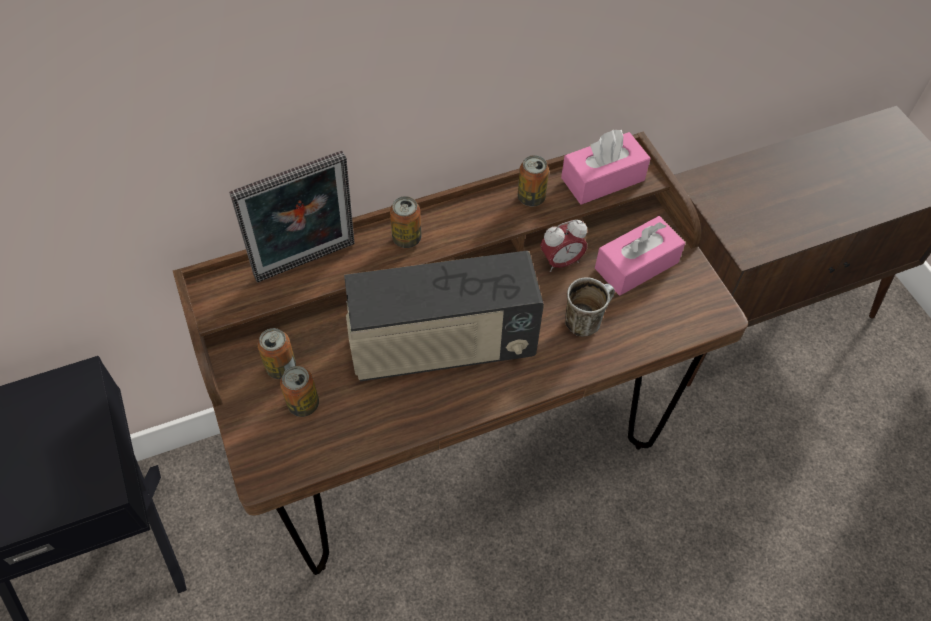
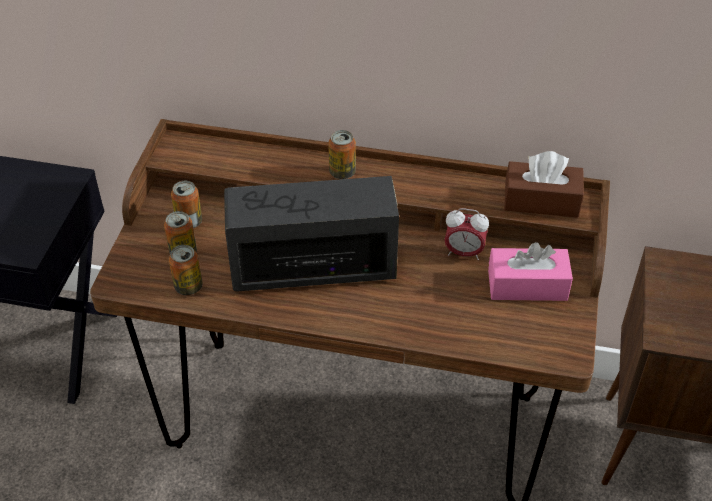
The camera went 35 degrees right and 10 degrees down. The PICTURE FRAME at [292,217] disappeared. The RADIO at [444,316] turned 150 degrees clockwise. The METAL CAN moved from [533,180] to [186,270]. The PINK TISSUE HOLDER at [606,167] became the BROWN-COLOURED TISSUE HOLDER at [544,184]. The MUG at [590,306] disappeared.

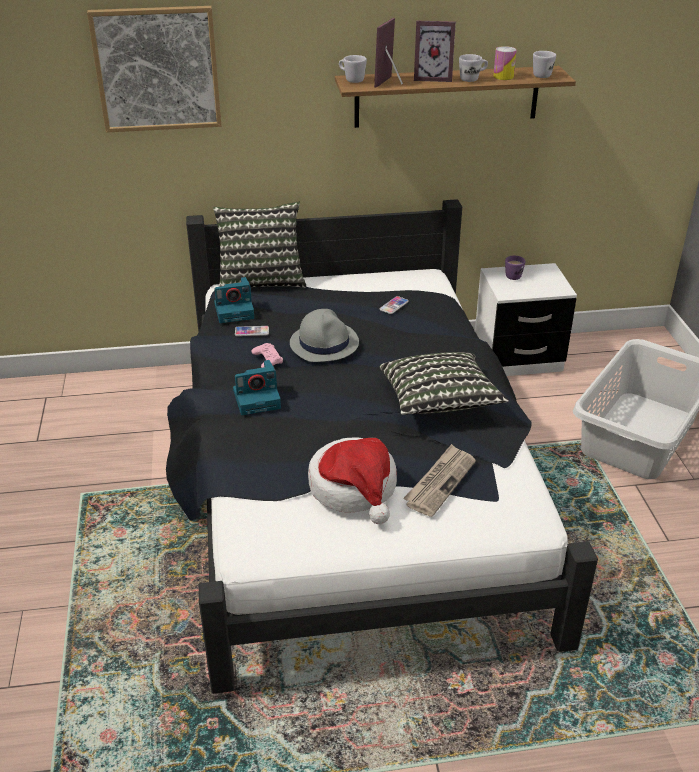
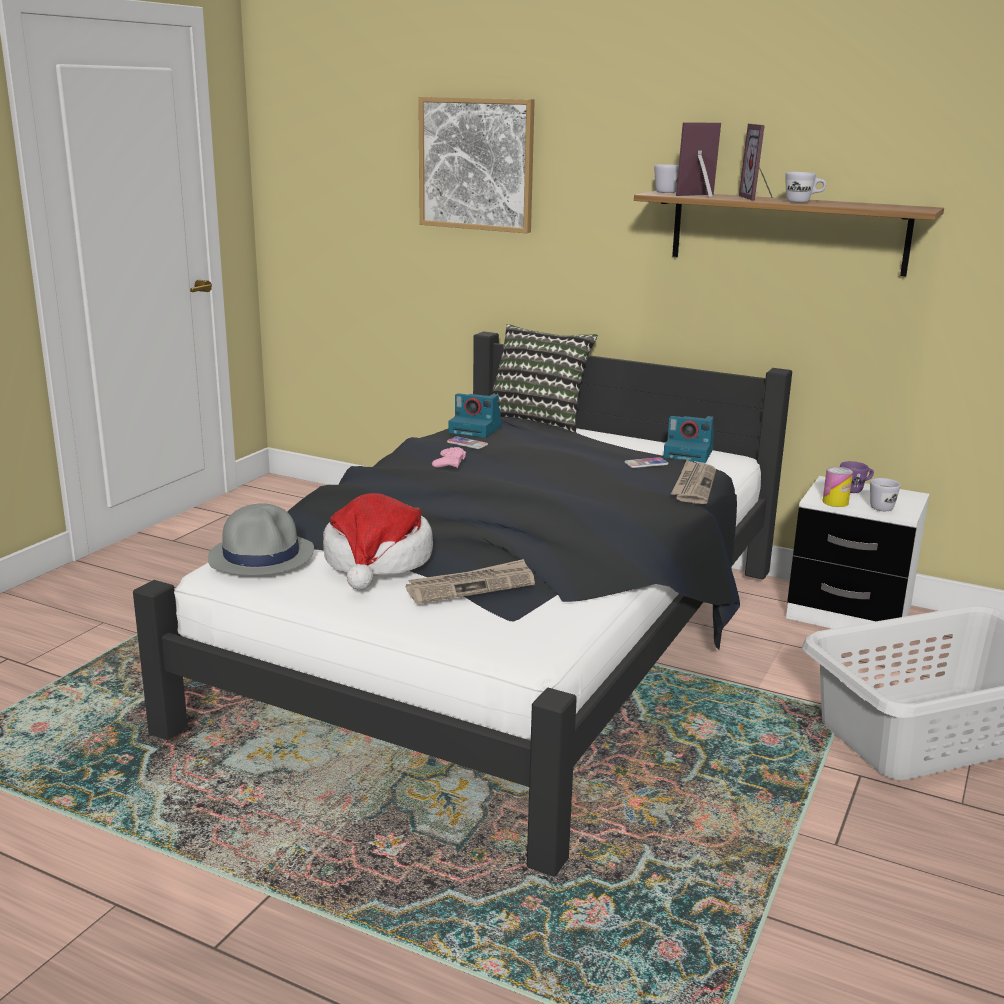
The camera went 35 degrees right and 15 degrees down. The STILL CAMERA moved from [257,387] to [688,439]. The GREY HAT moved from [324,335] to [261,539]. The PILLOW at [444,383] disappeared. The PICTURE FRAME at [435,51] turned 45 degrees clockwise. The METAL CAN moved from [504,63] to [838,487]. The WHITE-COLOURED MUG moved from [544,64] to [885,494]. The NEWSPAPER at [693,482] appeared.

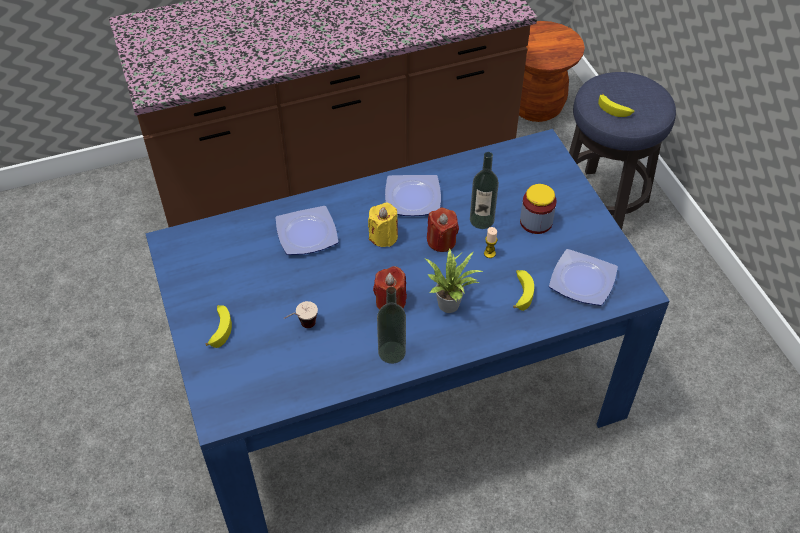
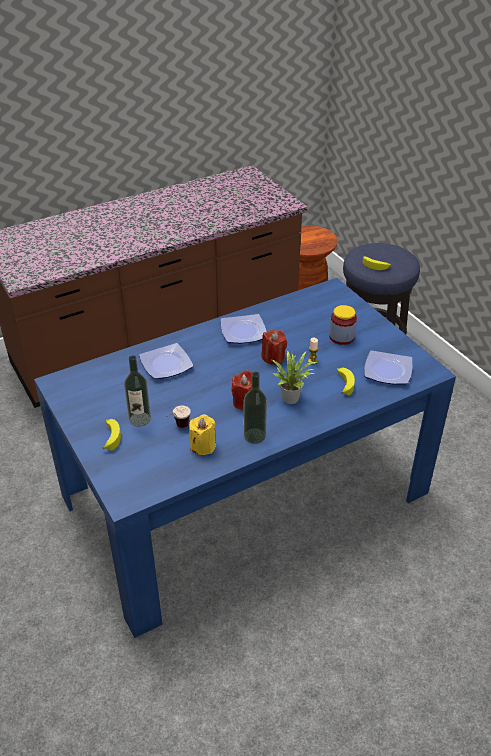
The camera went 10 degrees left and 10 degrees down. The YELLOW CANDLE moved from [383,224] to [202,434]. The BEVERAGE BOTTLE moved from [484,190] to [137,391].

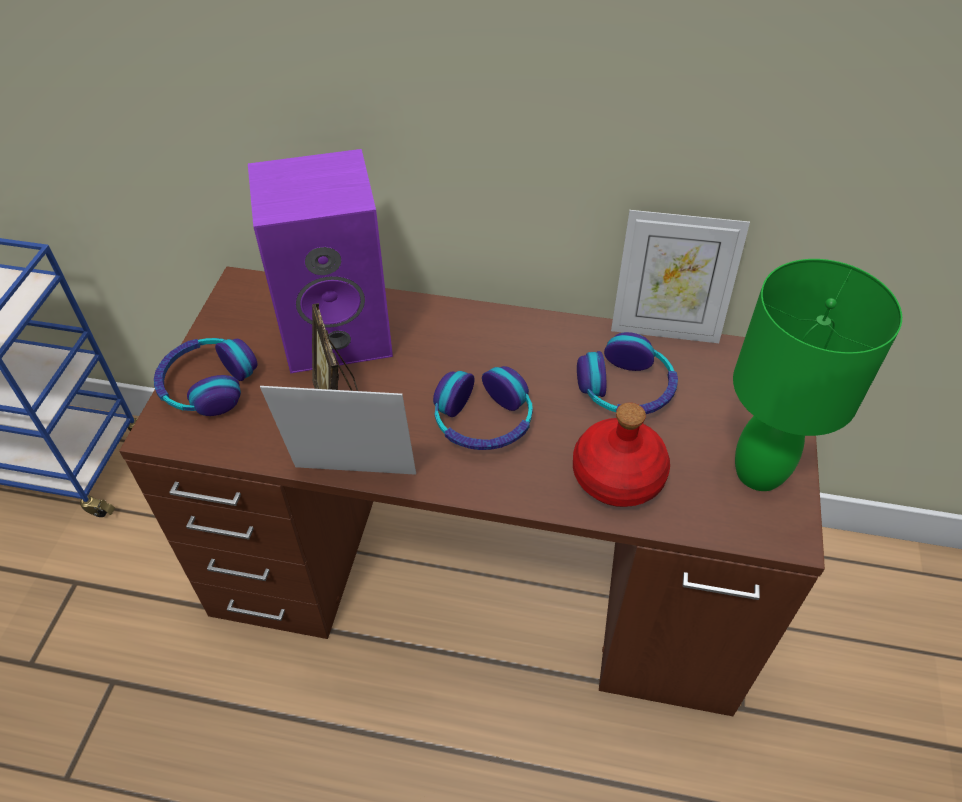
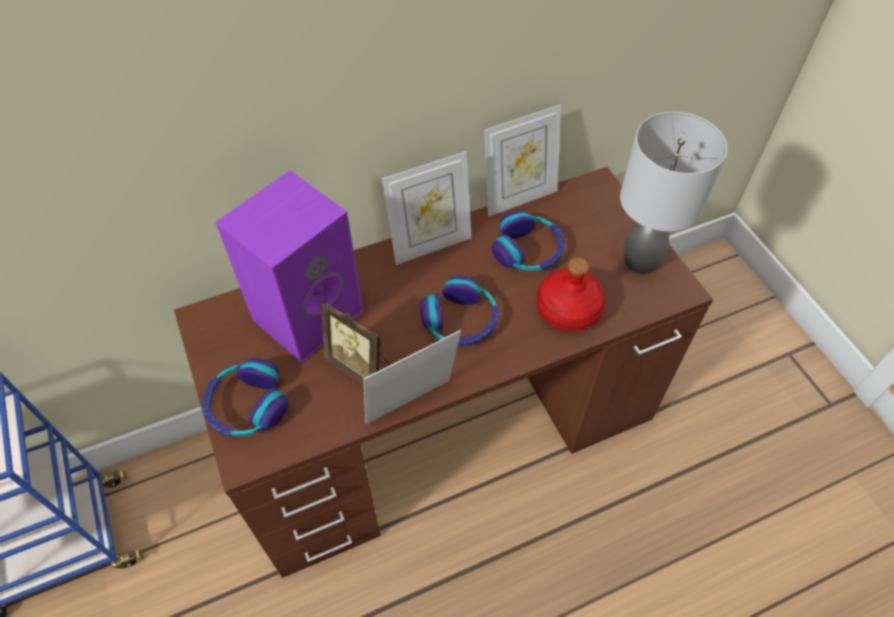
The camera went 35 degrees left and 5 degrees up. The GREEN-COLOURED TABLETOP LAMP at [817,375] became the GREY TABLETOP LAMP at [674,193]. The PICTURE FRAME at [427,208] appeared.

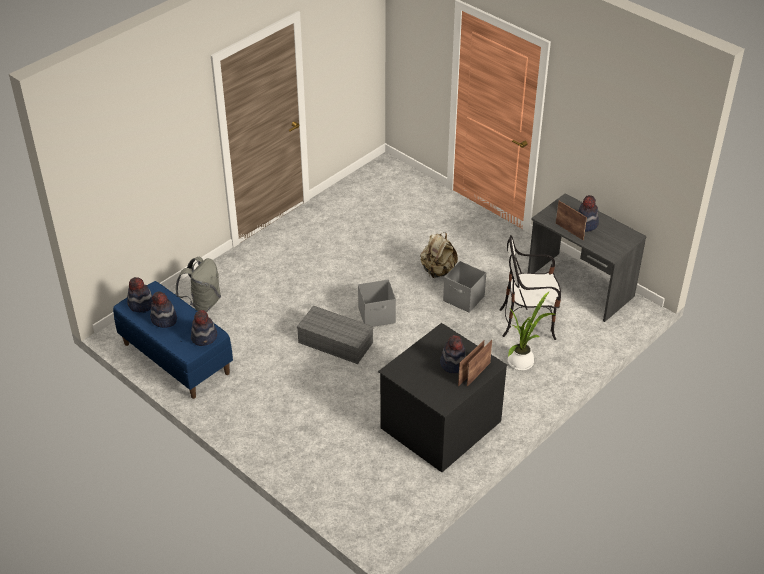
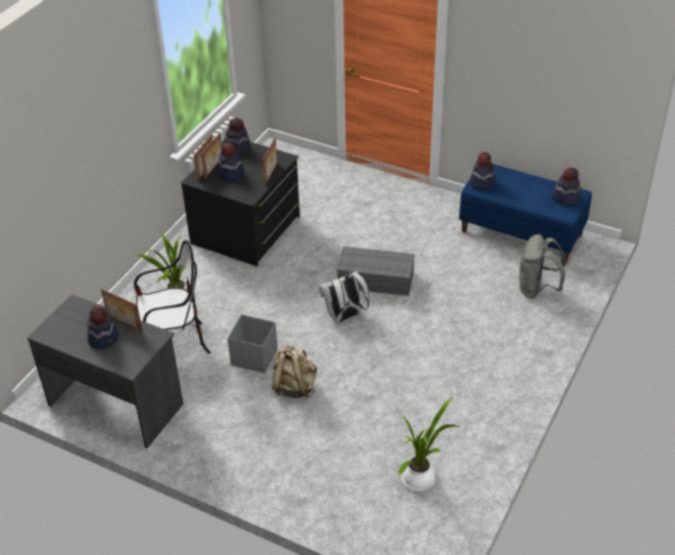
The camera went 165 degrees right and 0 degrees up. The HAT moved from [163,309] to [237,136]. The GREY STORAGE BOX at [377,303] was replaced by the WHITE-COLOURED BACKPACK at [344,297]. The PICTURE FRAME at [270,161] appeared. The HOUSEPLANT at [429,444] appeared.

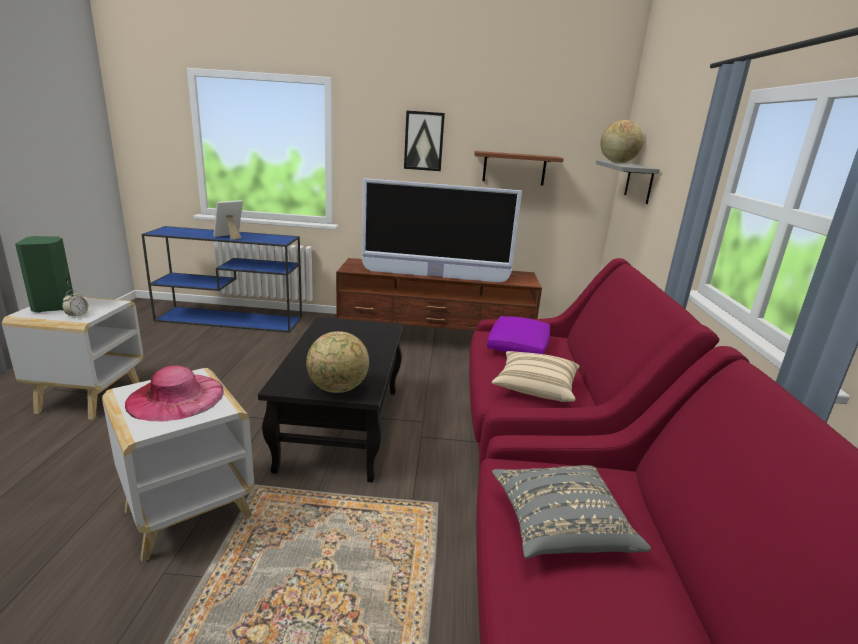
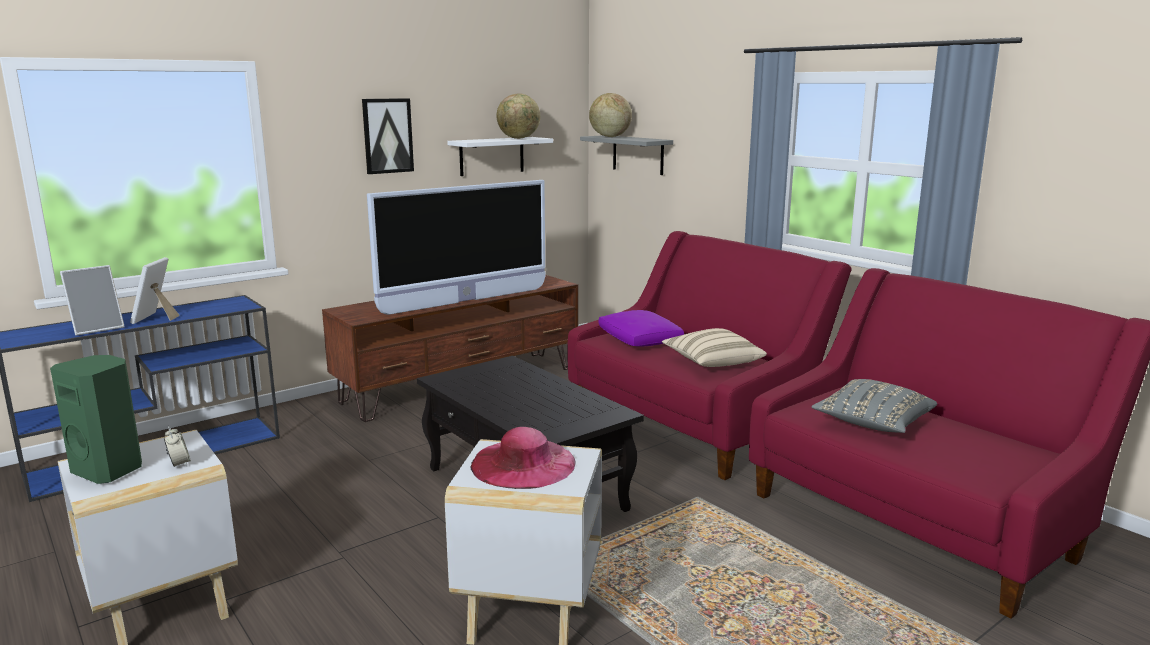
The camera went 40 degrees left and 5 degrees down. The DESK GLOBE moved from [337,362] to [518,116]. The BROWN-COLOURED SHELF at [519,168] became the WHITE-COLOURED SHELF at [500,156]. The PICTURE FRAME at [92,300] appeared.

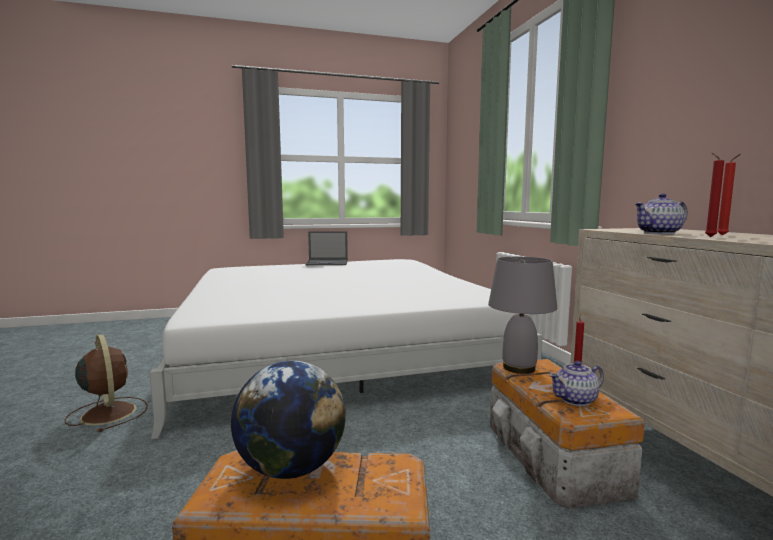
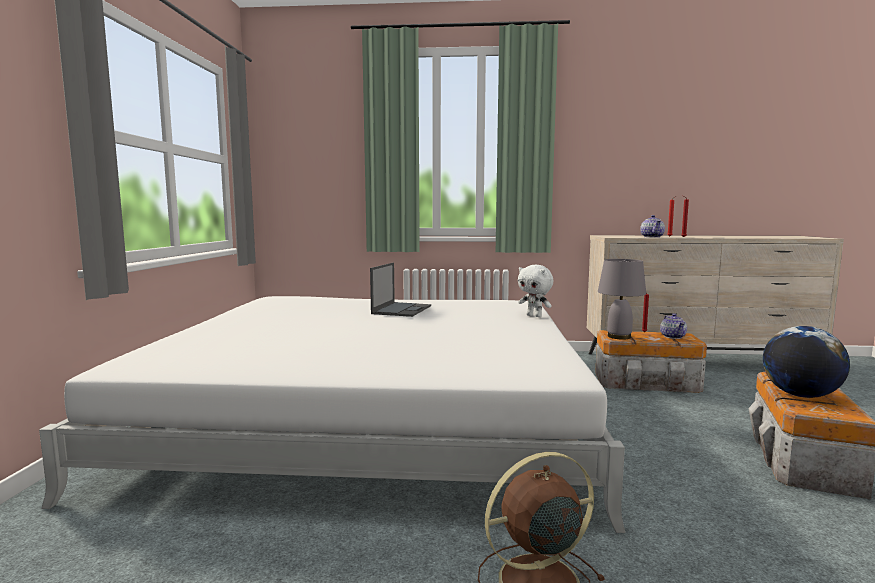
The camera went 70 degrees left and 0 degrees up. The NOTEBOOK COMPUTER moved from [326,248] to [400,290]. The WHITE-COLOURED CUDDLY TOY at [535,291] appeared.

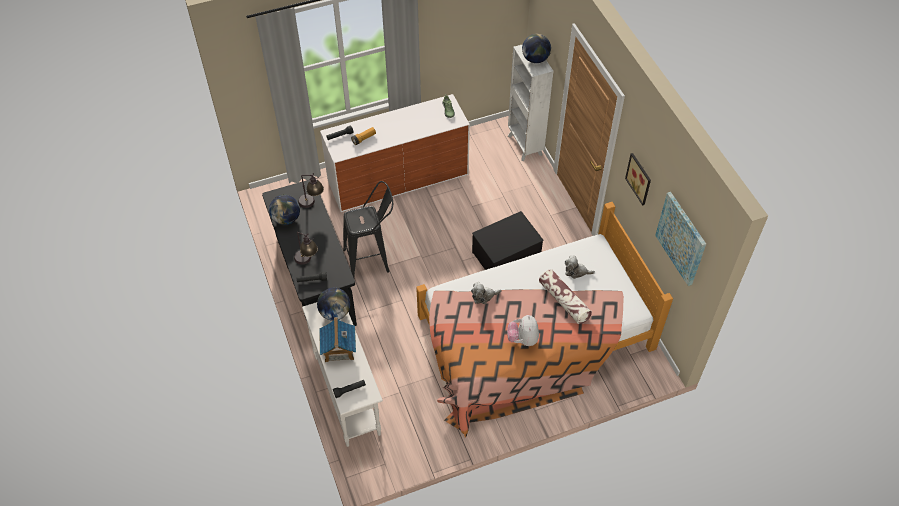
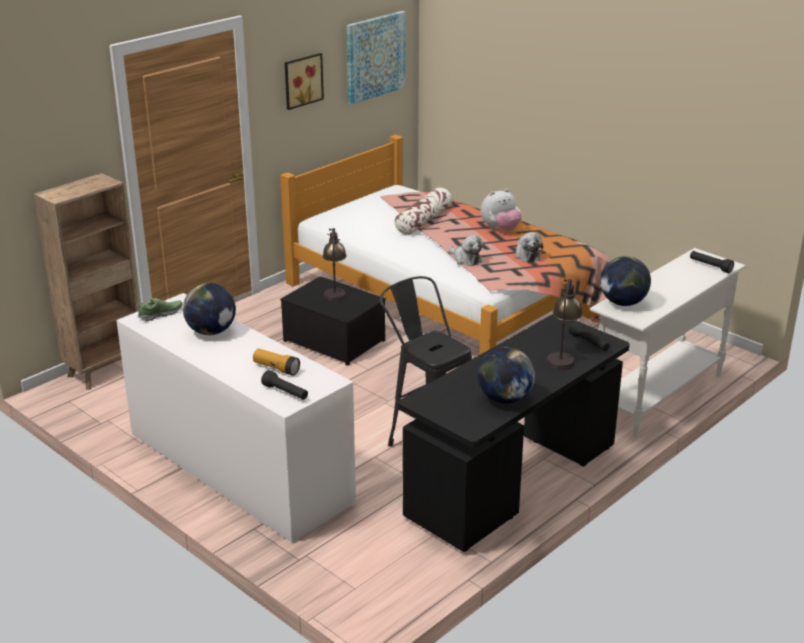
The camera went 115 degrees left and 25 degrees down. The TABLETOP LAMP moved from [311,190] to [335,264]. The TOY HOUSE at [337,339] disappeared. The WHITE-COLOURED SHELVING UNIT at [530,102] became the BROWN-COLOURED SHELVING UNIT at [86,281]. The DESK GLOBE moved from [536,48] to [209,309]. The CUDDLY TOY moved from [580,267] to [529,247].

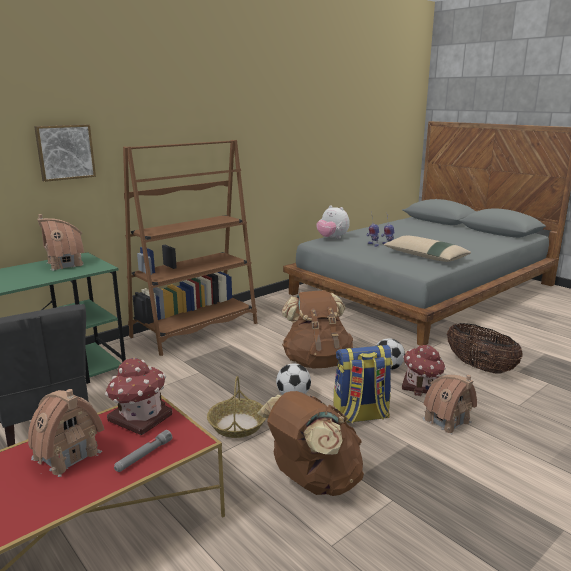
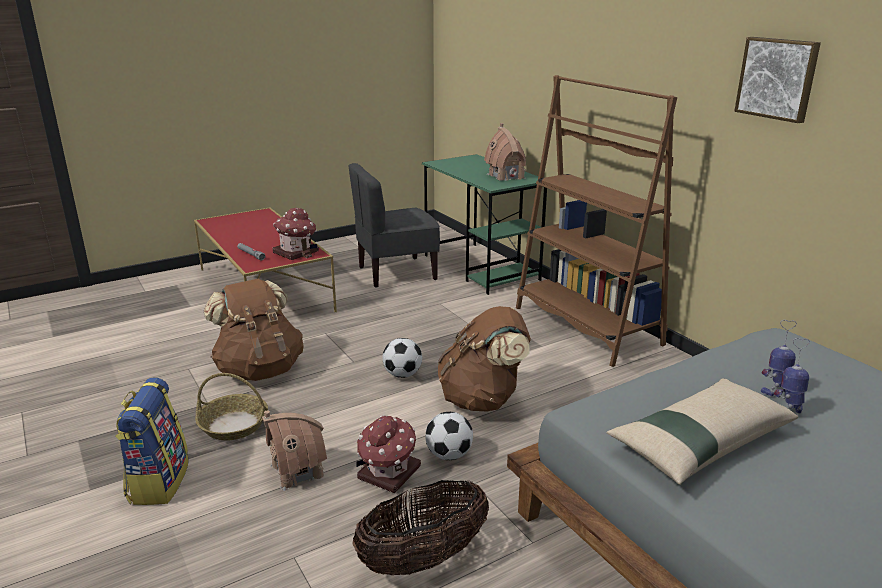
The camera went 100 degrees right and 5 degrees up. The TOY HOUSE at [66,433] disappeared. The WALL ART moved from [65,153] to [777,80]. The HOUSEHOLD BASKET moved from [236,407] to [231,406]. The CUDDLY TOY at [333,222] disappeared. The BACKPACK moved from [363,384] to [152,441].

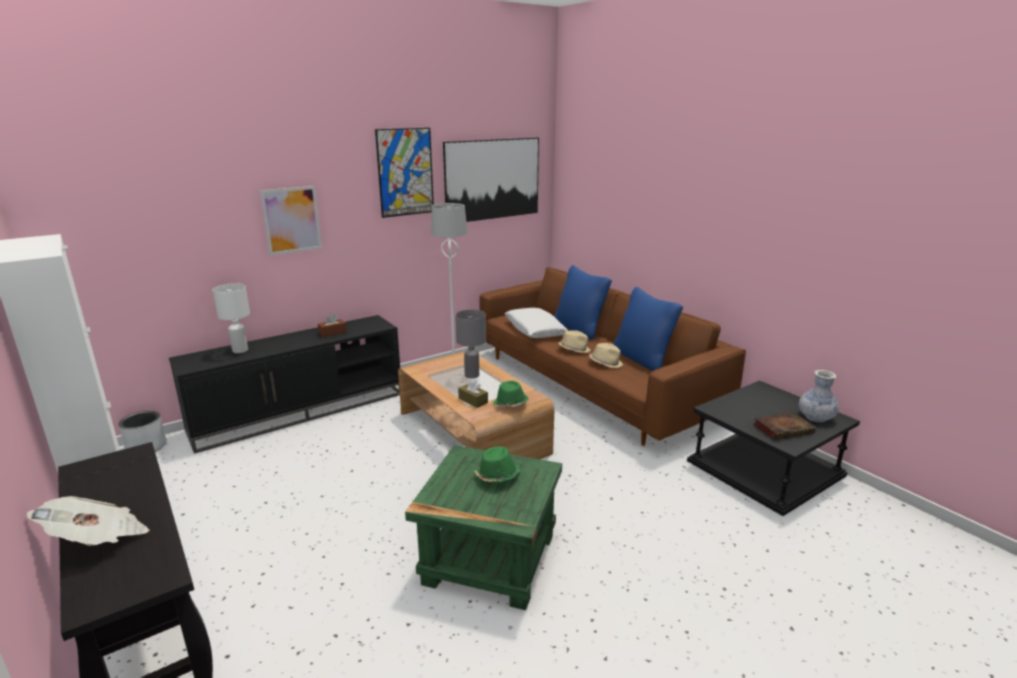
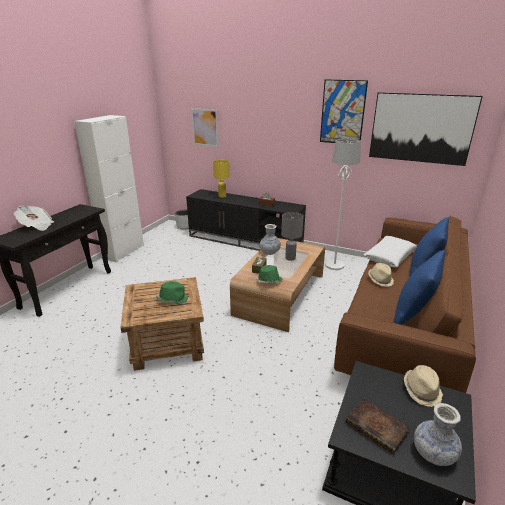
The camera went 60 degrees right and 5 degrees up. The WHITE-COLOURED TABLETOP LAMP at [231,318] became the YELLOW TABLETOP LAMP at [221,179]. The WALL ART moved from [291,220] to [205,127]. The GREEN-COLOURED SIDE TABLE at [483,527] became the BROWN-COLOURED SIDE TABLE at [162,324]. The BEIGE-COLOURED HAT moved from [606,355] to [423,386]. The VASE at [270,239] appeared.

